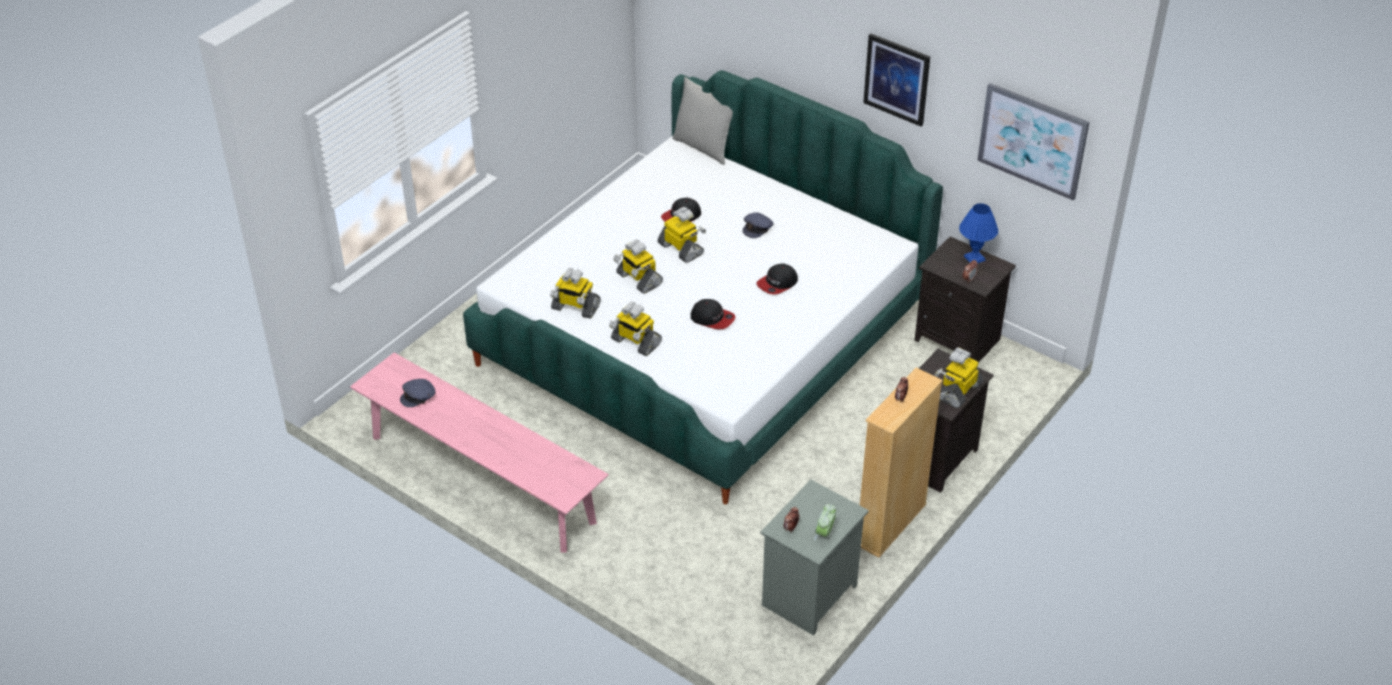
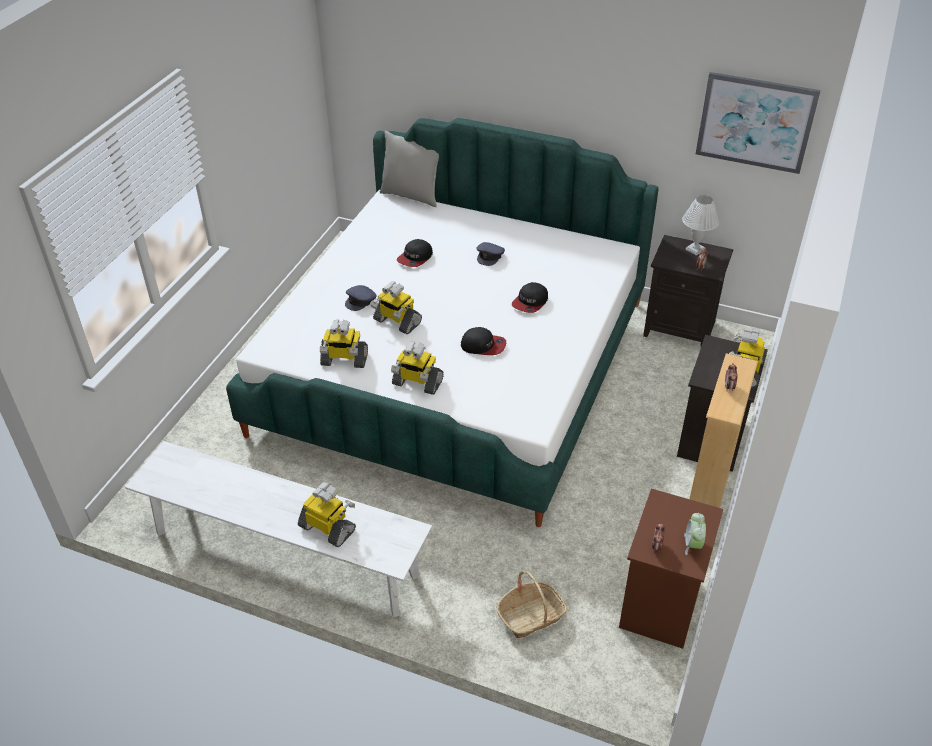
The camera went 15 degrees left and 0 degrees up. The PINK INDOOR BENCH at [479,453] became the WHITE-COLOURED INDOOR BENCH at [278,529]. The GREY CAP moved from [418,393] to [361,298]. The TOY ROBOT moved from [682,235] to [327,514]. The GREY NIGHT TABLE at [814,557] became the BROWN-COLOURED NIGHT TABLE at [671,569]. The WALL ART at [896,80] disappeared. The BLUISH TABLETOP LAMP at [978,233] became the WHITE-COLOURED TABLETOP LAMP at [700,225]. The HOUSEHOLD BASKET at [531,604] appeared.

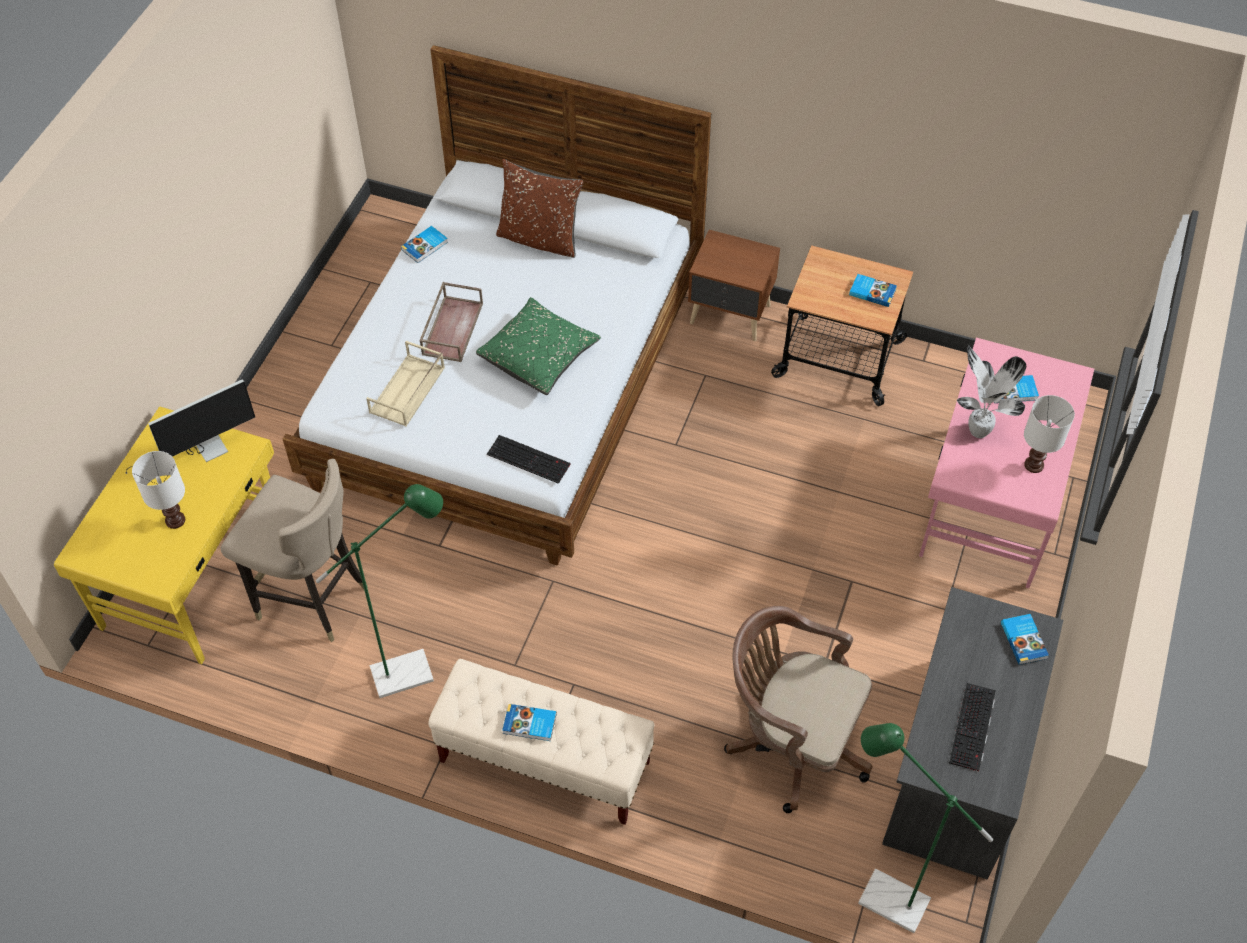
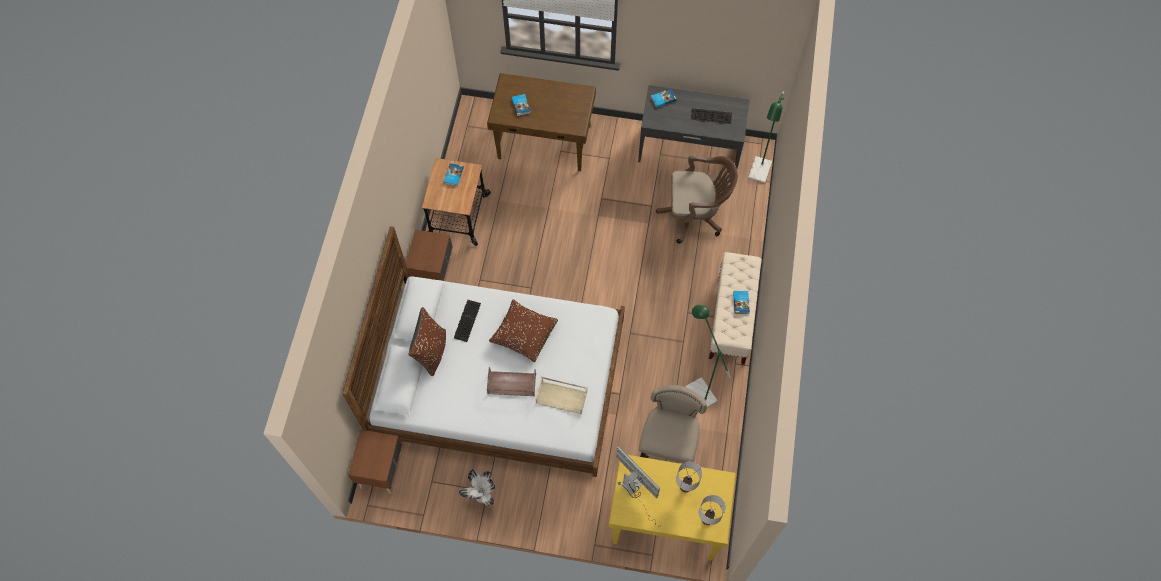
The camera went 100 degrees left and 10 degrees up. The BOOK at [424,244] disappeared. The GREEN-COLOURED PILLOW at [538,346] became the BROWN-COLOURED PILLOW at [523,330]. The KEYBOARD moved from [529,459] to [467,321]. The BROWN-COLOURED OFFICE CHAIR at [798,709] turned 105 degrees counterclockwise. The PINK DESK TABLE at [1006,463] became the BROWN-COLOURED DESK TABLE at [541,122]. The HOUSEPLANT moved from [991,391] to [477,487]. The WHITE-COLOURED TABLETOP LAMP moved from [1049,434] to [712,510]. The BROWN-COLOURED NIGHT TABLE at [375,461] appeared.

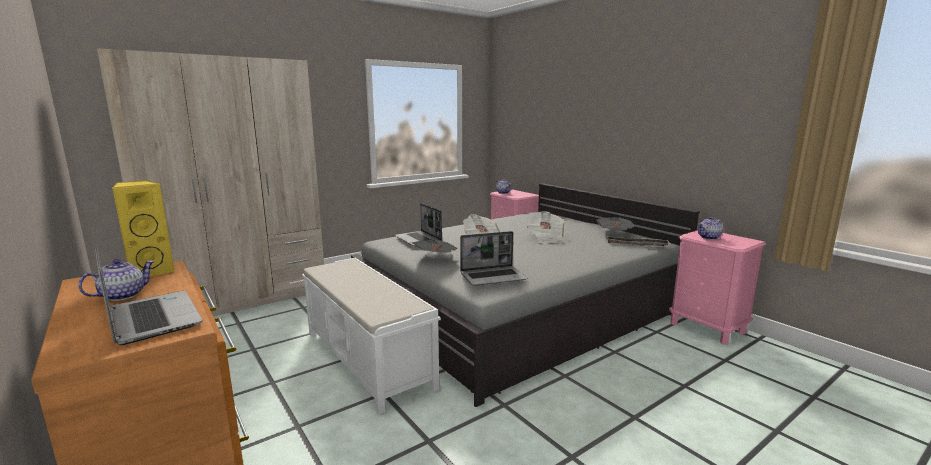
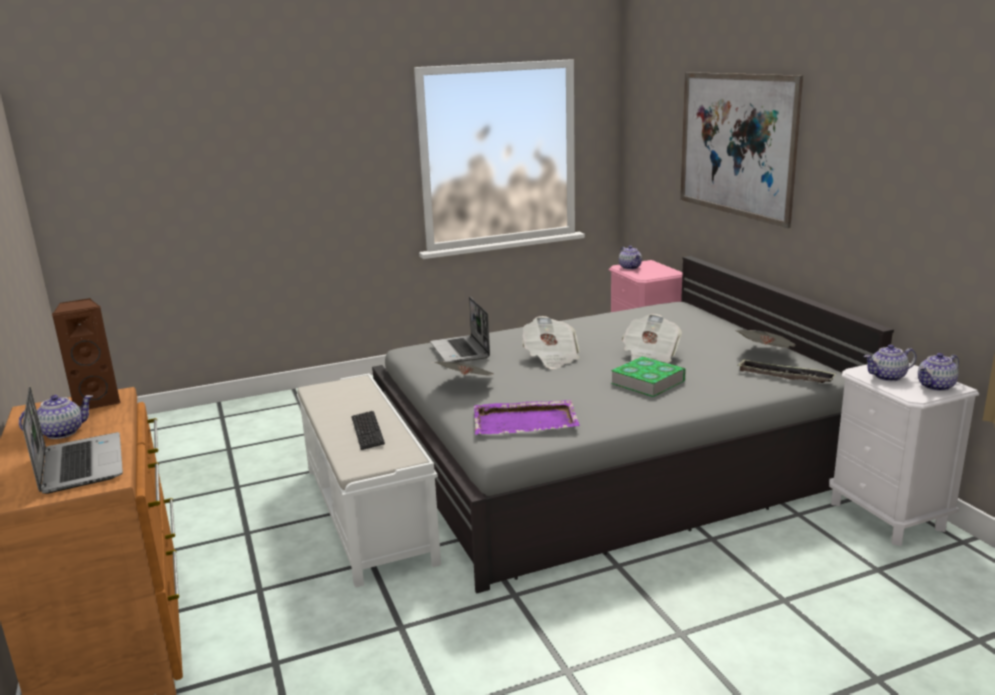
The camera went 15 degrees right and 5 degrees up. The BEIGE-COLOURED ARMOIRE at [210,182] disappeared. The YELLOW SPEAKER at [143,228] became the BROWN-COLOURED SPEAKER at [86,353]. The NOTEBOOK COMPUTER at [493,258] was replaced by the PURPLE SERVING TRAY at [527,417]. The PINK NIGHT TABLE at [717,287] became the WHITE-COLOURED NIGHT TABLE at [904,454]. The KEYBOARD at [368,430] appeared. The BOOK at [648,376] appeared. The WALL ART at [741,150] appeared. The TEA POT at [938,372] appeared.

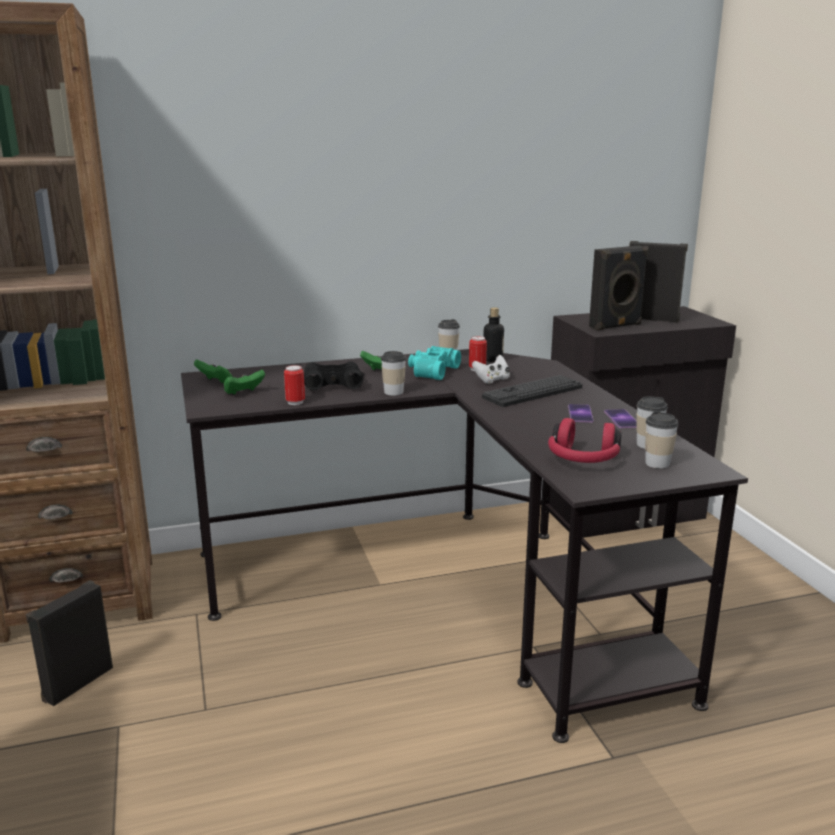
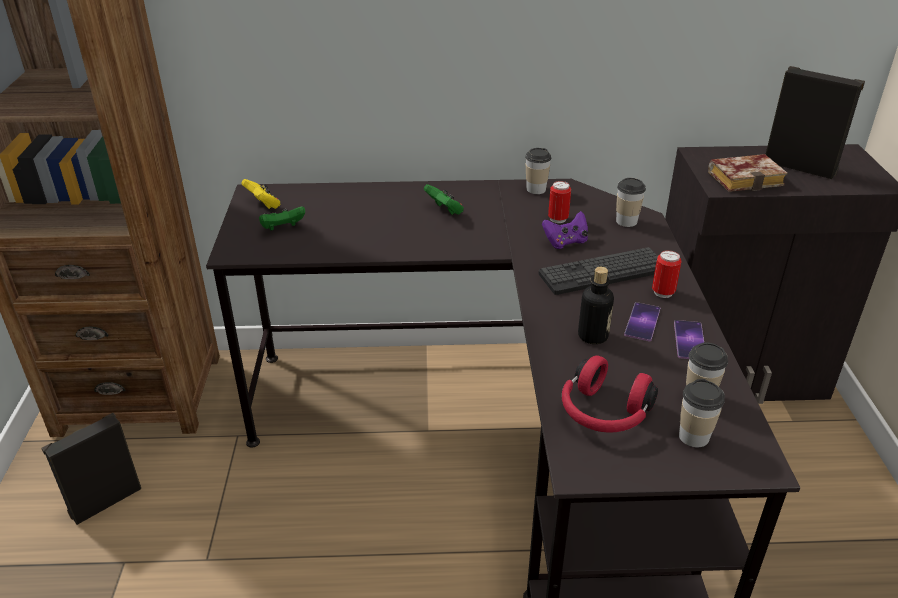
The camera went 15 degrees right and 15 degrees up. The GREEN-COLOURED JOYPAD at [213,372] became the YELLOW JOYPAD at [261,194]. The METAL CAN moved from [294,385] to [666,274]. The BLACK-COLOURED FIELD GLASSES at [334,376] disappeared. The SMALL CUP moved from [393,373] to [631,202]. The TURQUOISE FIELD GLASSES at [434,363] disappeared. The WHITE-COLOURED JOYPAD at [491,369] became the PURPLE JOYPAD at [565,230]. The BEVERAGE BOTTLE moved from [493,335] to [596,305]. The BLACK-COLOURED SPEAKER at [618,288] was replaced by the BOOK at [748,173].

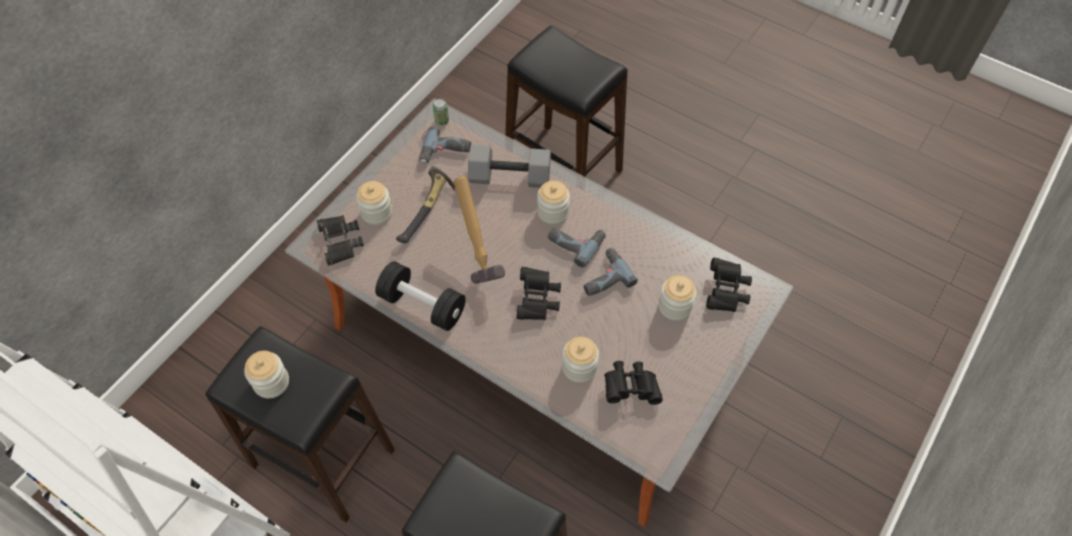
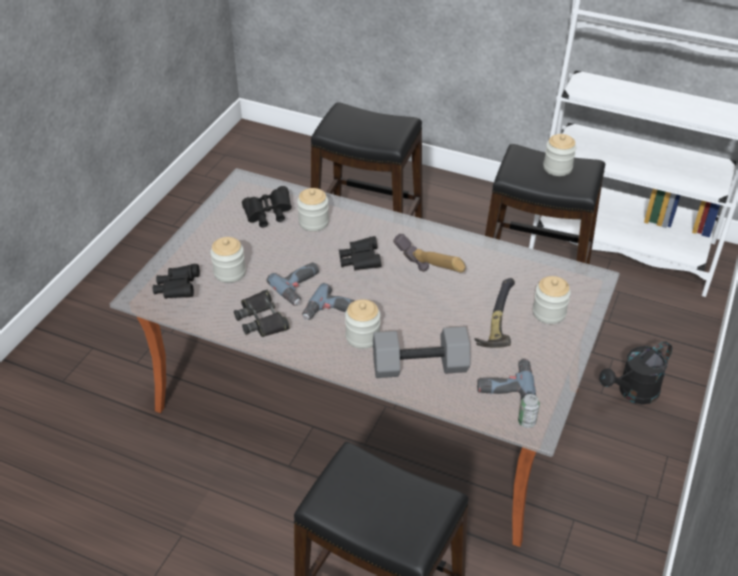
The camera went 170 degrees right and 15 degrees down. The BLACK-COLOURED FIELD GLASSES moved from [340,240] to [262,313]. The BLACK-COLOURED FREE WEIGHT at [420,296] disappeared. The BLACK-COLOURED SPRINKLING CAN at [635,372] appeared.

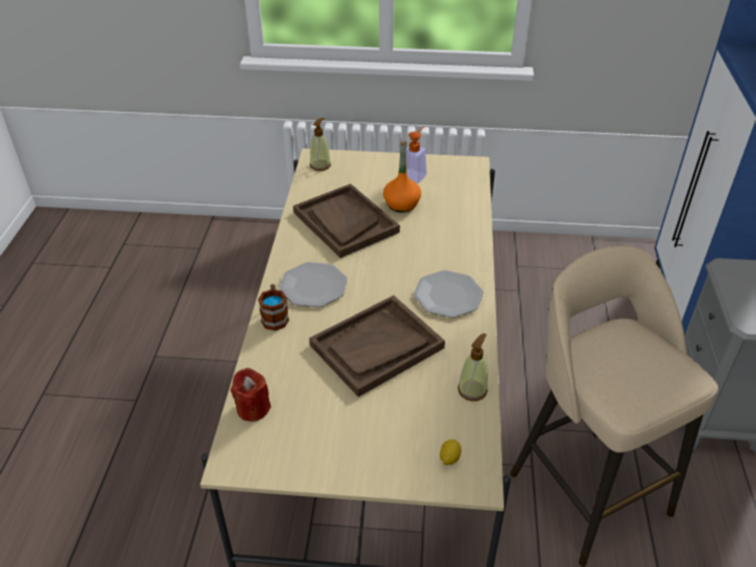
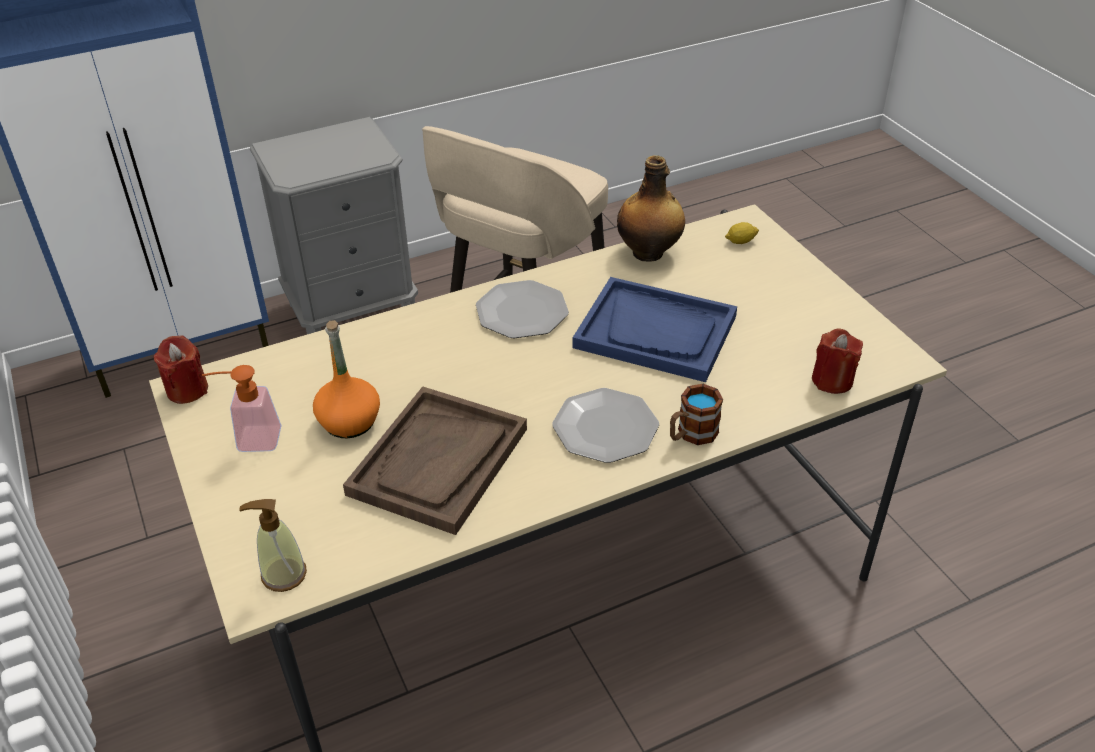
The camera went 120 degrees left and 0 degrees up. The BROWN-COLOURED SERVING TRAY at [377,346] became the BLUISH SERVING TRAY at [655,329]. The SOAP BOTTLE at [473,367] was replaced by the BEVERAGE BOTTLE at [651,208]. The RED CANDLE at [180,370] appeared.

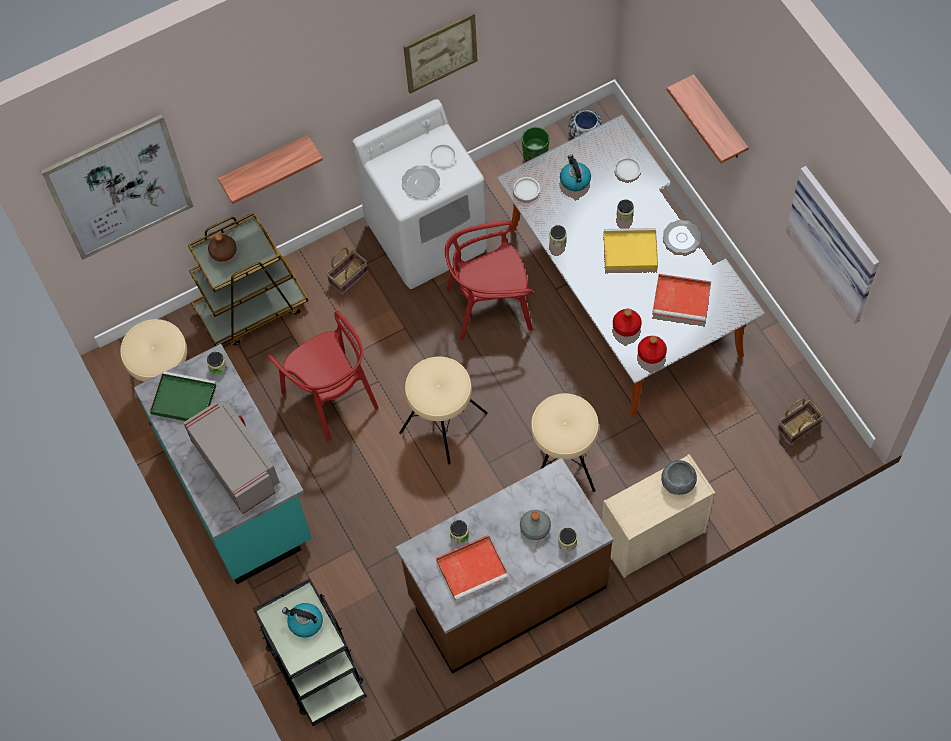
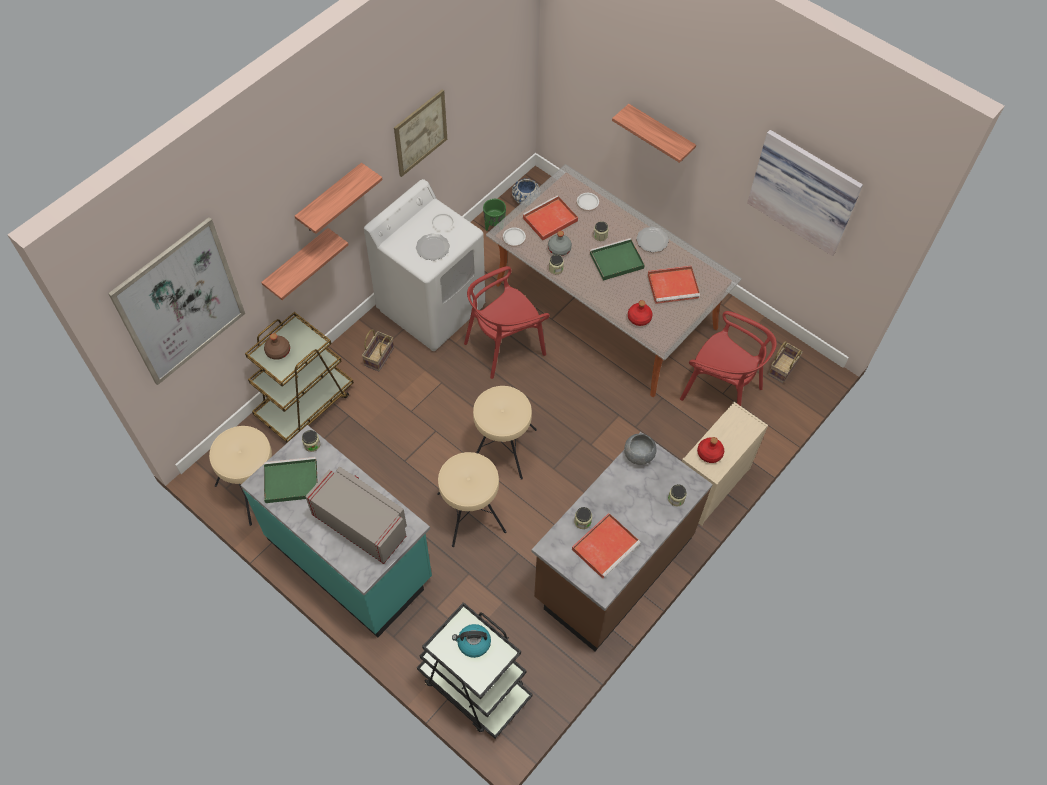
The camera went 25 degrees left and 5 degrees down. The RED CHAIR moved from [322,376] to [728,358]. The GREY BEVERAGE BOTTLE moved from [535,525] to [560,243]. The BEIGE-COLOURED SITTING STOOL moved from [565,442] to [472,499]. The TEA KETTLE at [575,172] was replaced by the RED SERVING TRAY at [550,217]. The YELLOW SERVING TRAY at [631,249] became the GREEN-COLOURED SERVING TRAY at [617,259]. The RED BEVERAGE BOTTLE moved from [652,350] to [710,450]. The GREY BOWL moved from [679,477] to [640,449]. The SHELF at [339,198] appeared.

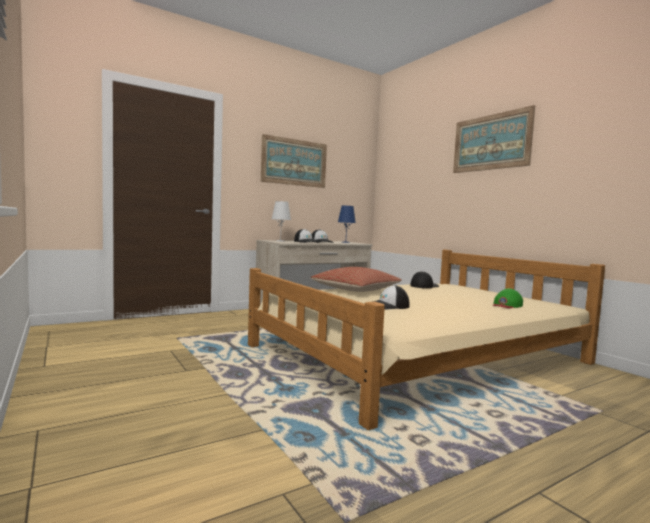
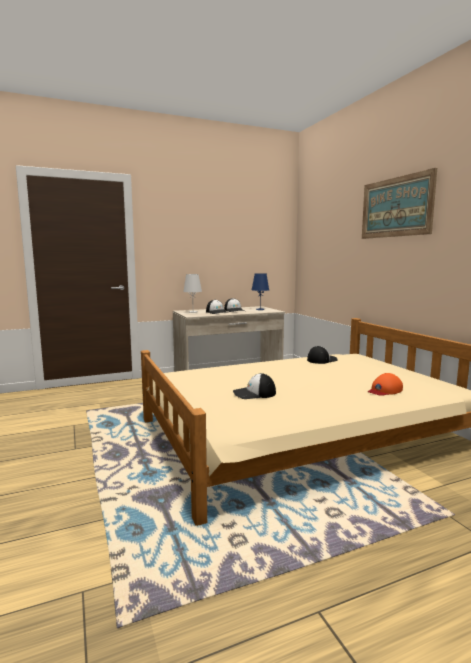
The camera went 10 degrees right and 5 degrees up. The WALL ART at [294,161] disappeared. The PILLOW at [356,279] disappeared. The GREEN-COLOURED CAP at [508,298] became the ORANGE CAP at [385,384].

